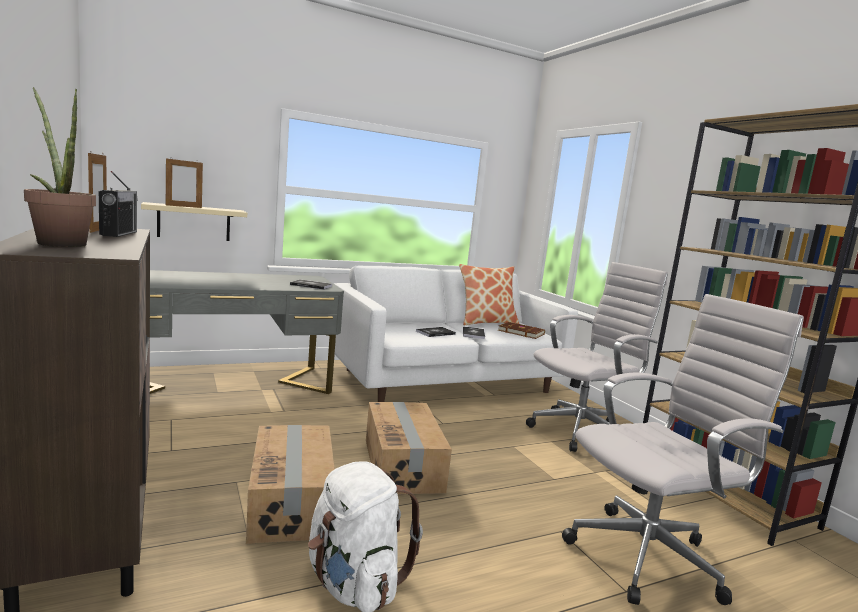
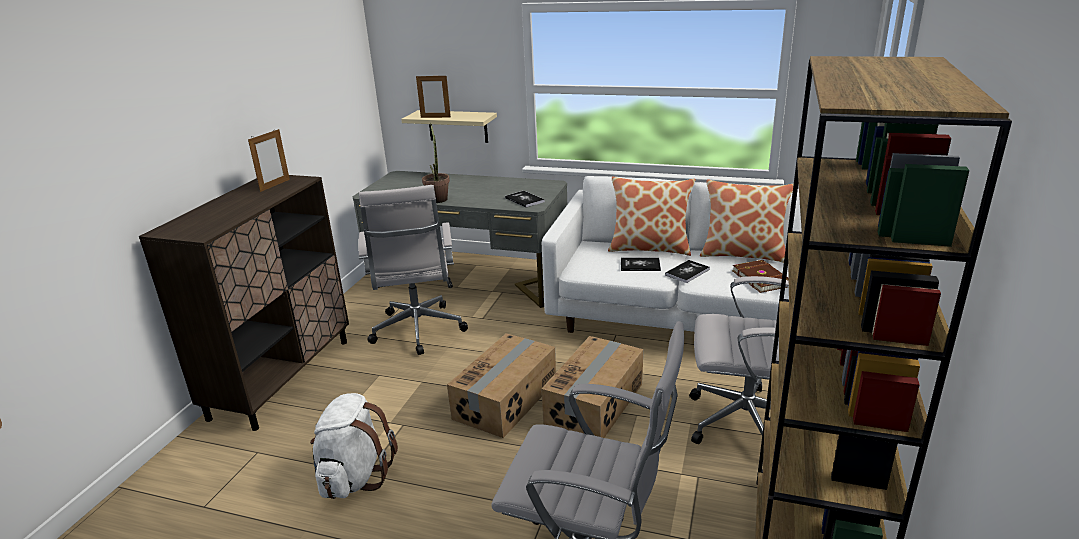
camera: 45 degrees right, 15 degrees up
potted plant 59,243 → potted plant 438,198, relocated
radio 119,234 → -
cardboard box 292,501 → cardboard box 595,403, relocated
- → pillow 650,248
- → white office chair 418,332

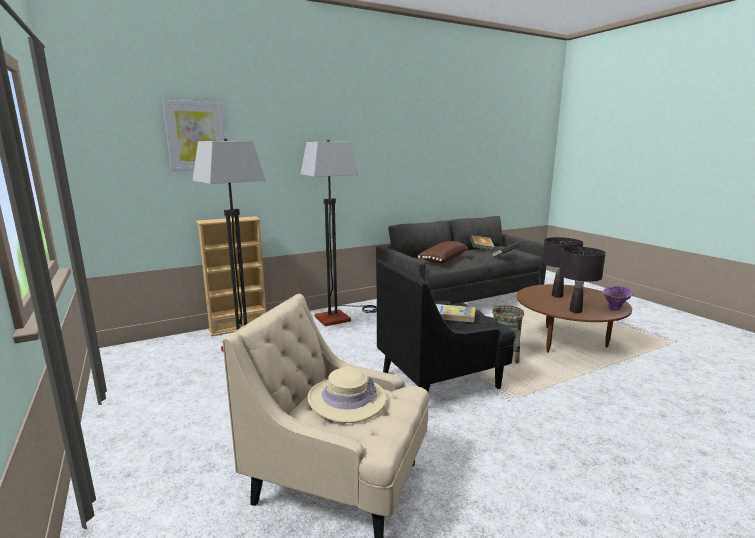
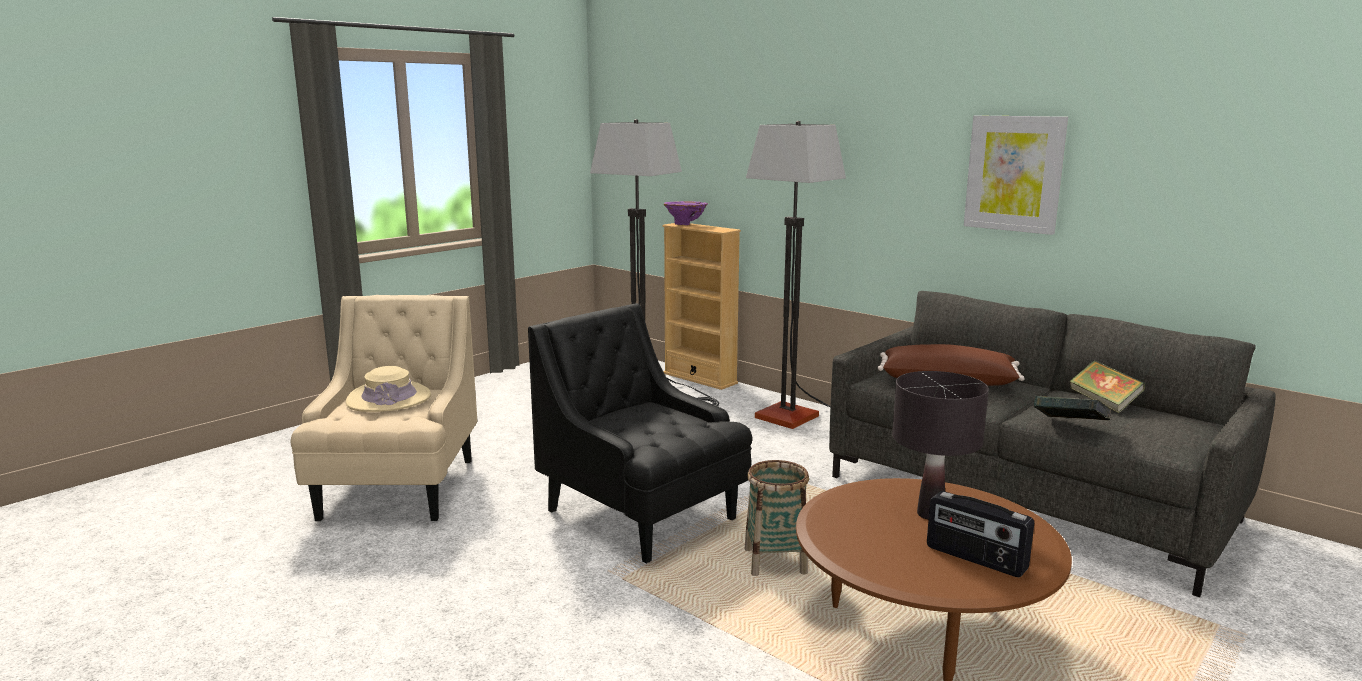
camera: 70 degrees right, 0 degrees up
picture 196,136 → picture 1014,173, relocated
black table lamp 575,311 → -
purple vase 616,308 → purple vase 685,224, relocated
book 453,315 → -
- → radio 975,559

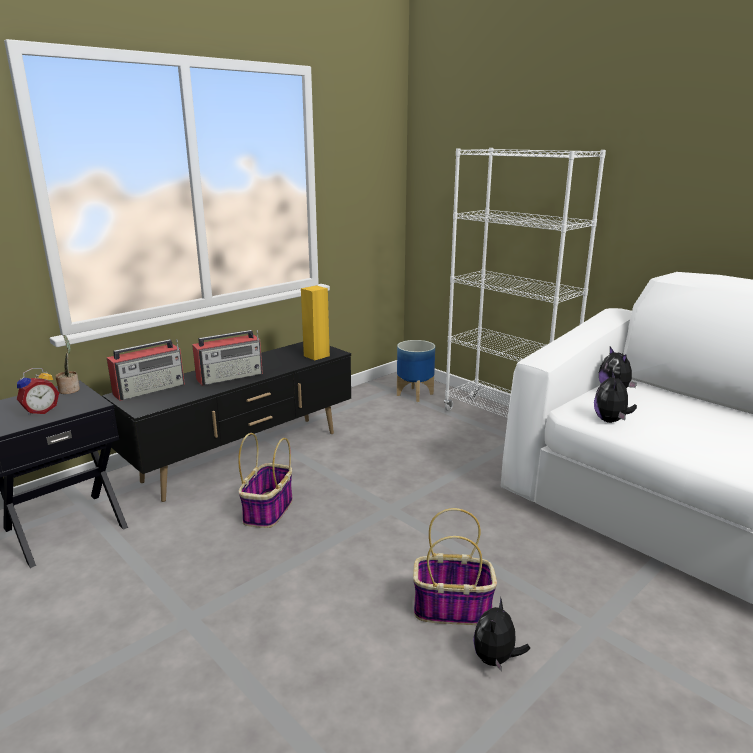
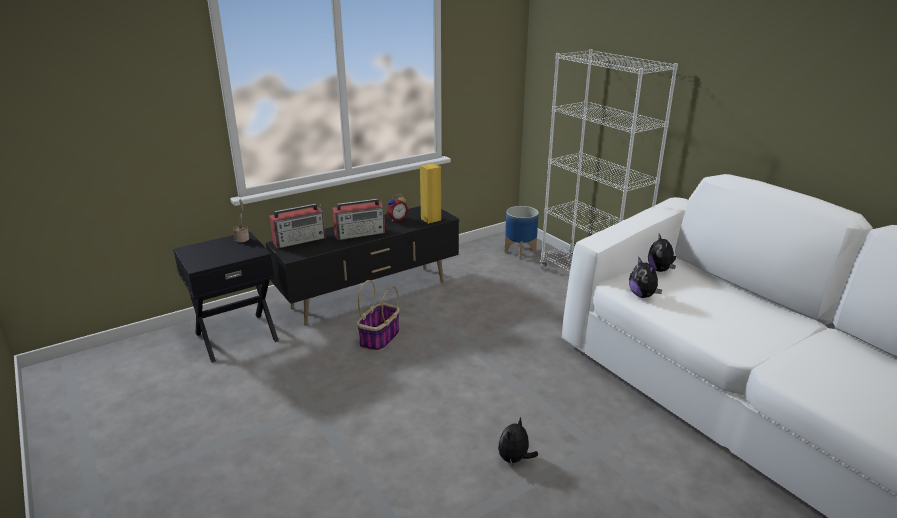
camera: 10 degrees right, 5 degrees up
alarm clock 40,411 → alarm clock 396,219, relocated
plush toy 611,421 → plush toy 642,295, 45 degrees counterclockwise
basket 453,608 → -

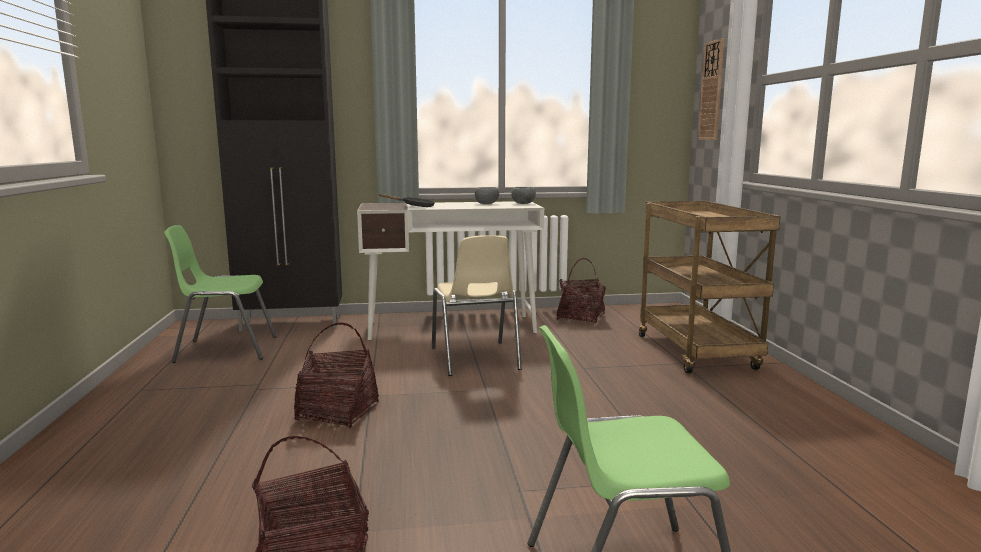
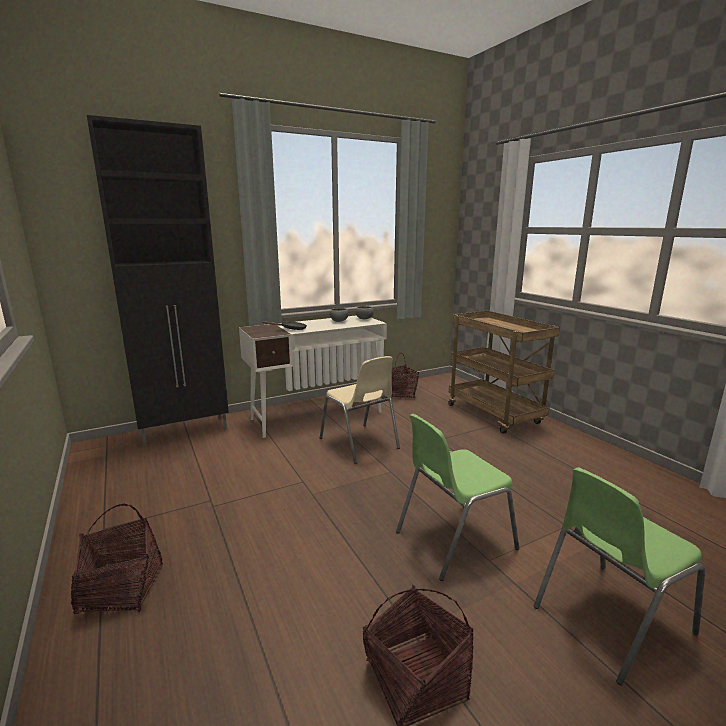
camera: 20 degrees left, 5 degrees up
wall clock 712,91 → -
green chair 225,349 → green chair 453,540, relocated
basket 337,412 → basket 121,589, relocated

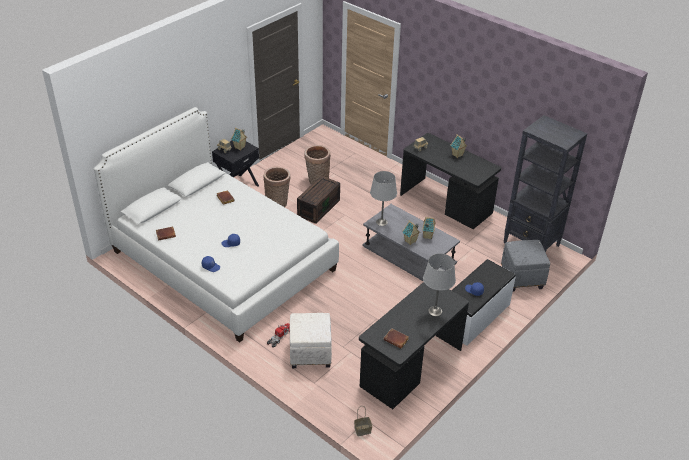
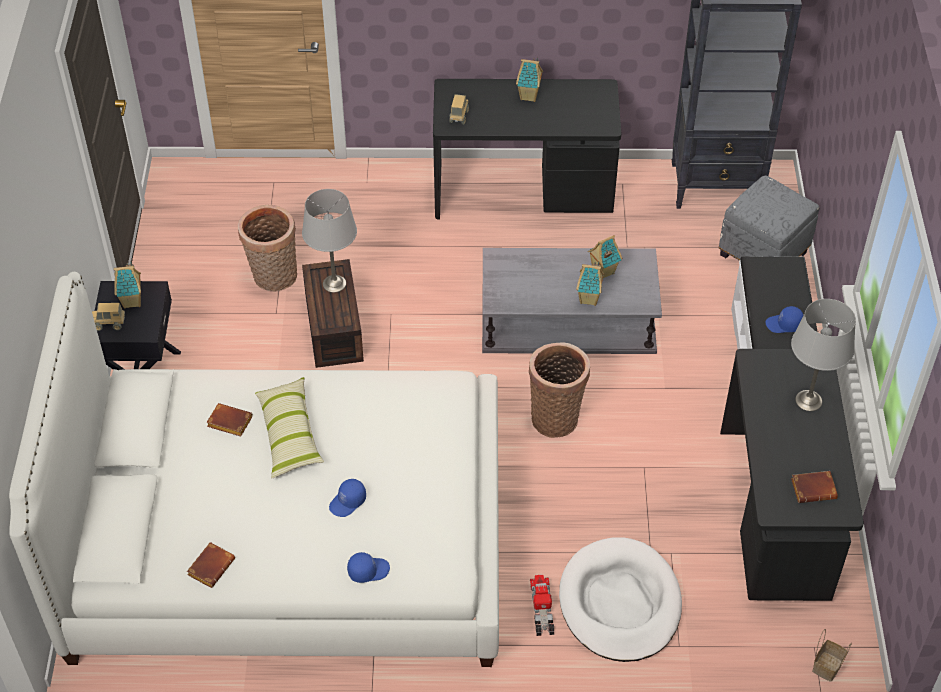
camera: 40 degrees left, 10 degrees up
basket 278,203 → basket 556,416, relocated
grey table lamp 382,222 → grey table lamp 335,284, relocated
white ottoman 310,354 → white dog bed 620,603
- → pillow 289,434

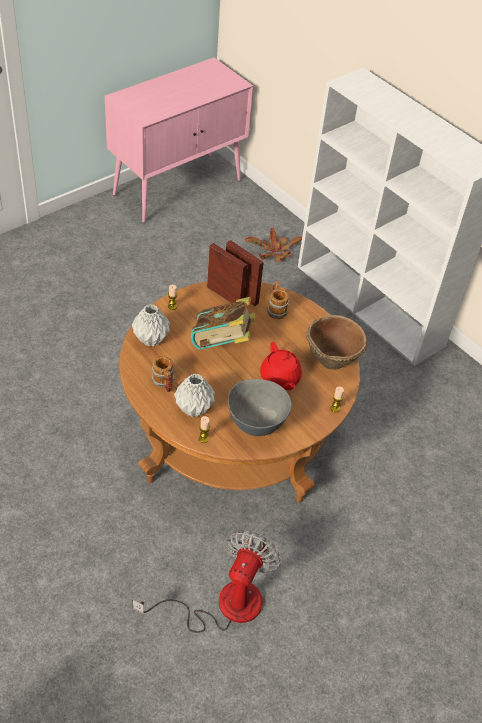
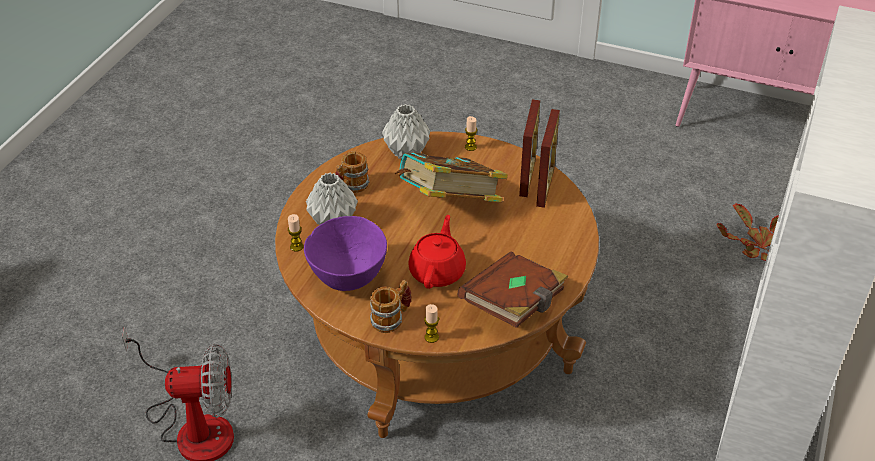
camera: 65 degrees right, 5 degrees down
mug 276,309 → mug 392,318, relocated
brown bowl 332,358 → brown book 514,304
red teapot 280,378 → red teapot 437,271, 150 degrees clockwise
grey bowl 256,425 → purple bowl 347,279

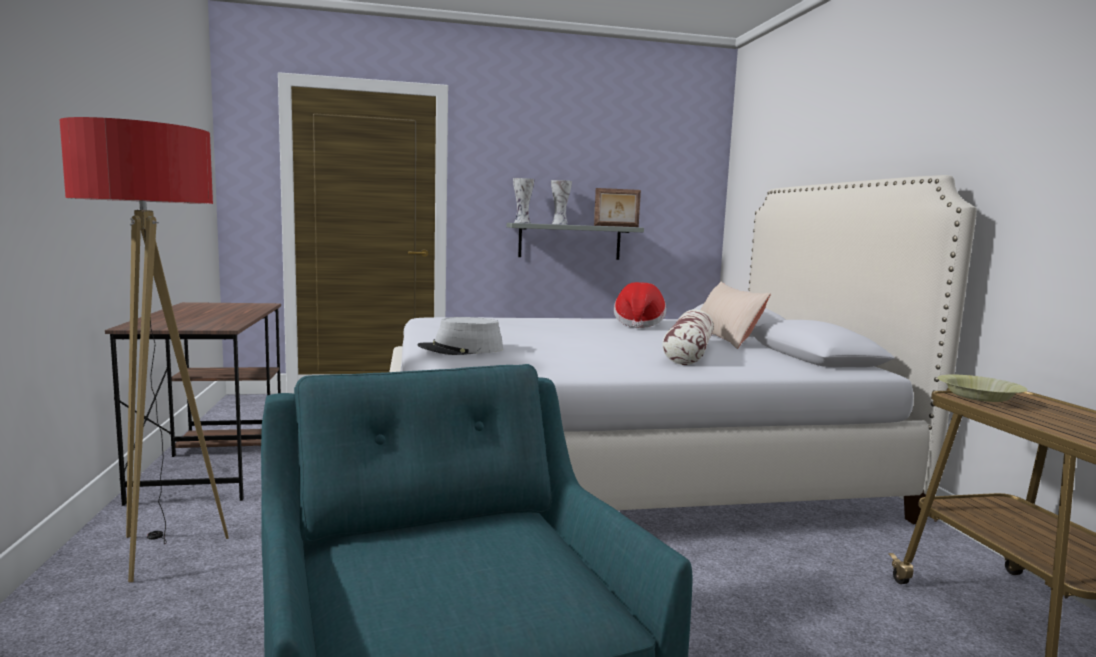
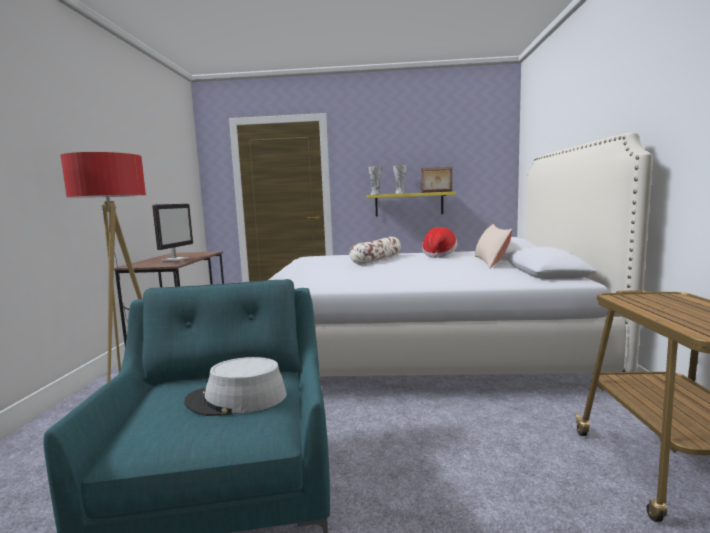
camera: 15 degrees right, 0 degrees up
grey shelf 569,241 → yellow shelf 409,204
pillow 688,352 → pillow 377,259, relocated
grey hat 461,349 → grey hat 237,399, relocated
yellow bowl 979,397 → -
- → monitor 175,260

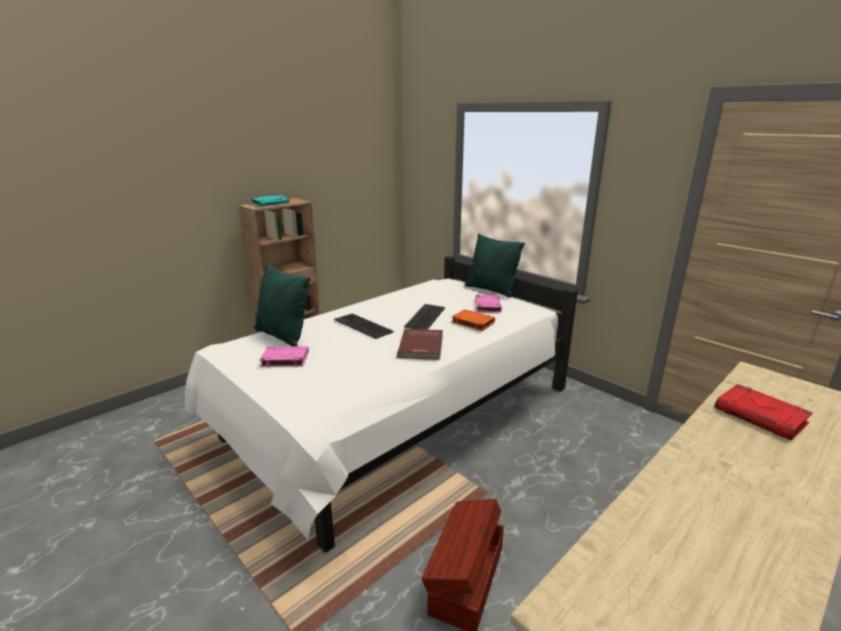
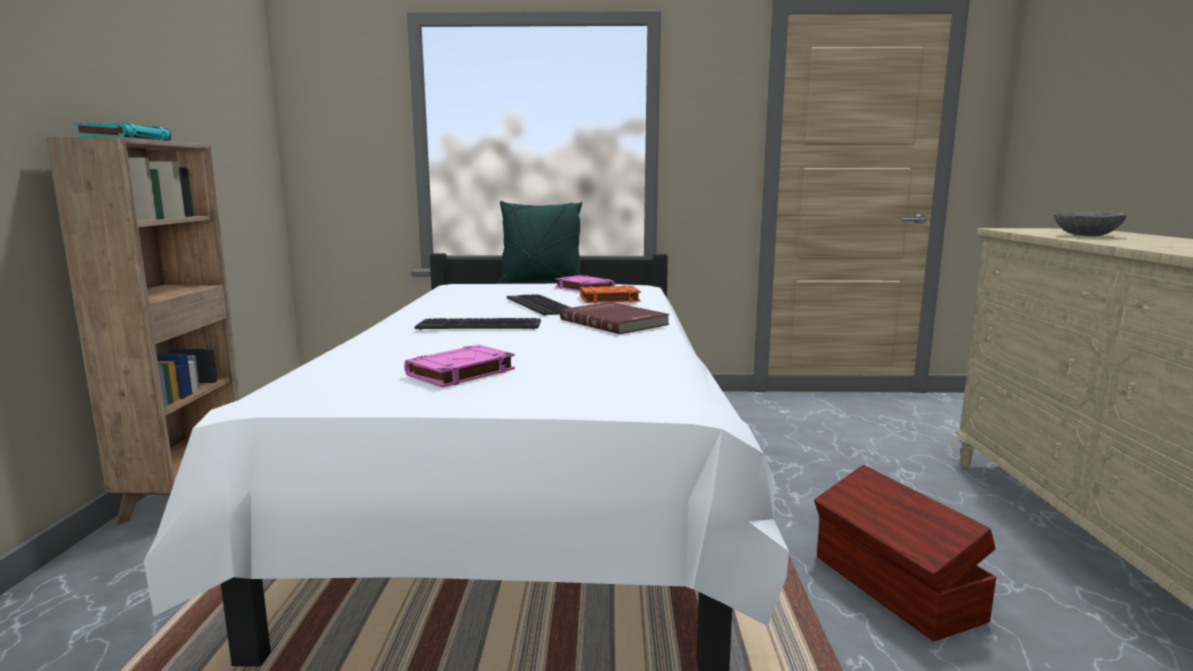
camera: 45 degrees left, 10 degrees down
green pillow 282,336 → -
red book 761,416 → grey bowl 1087,235

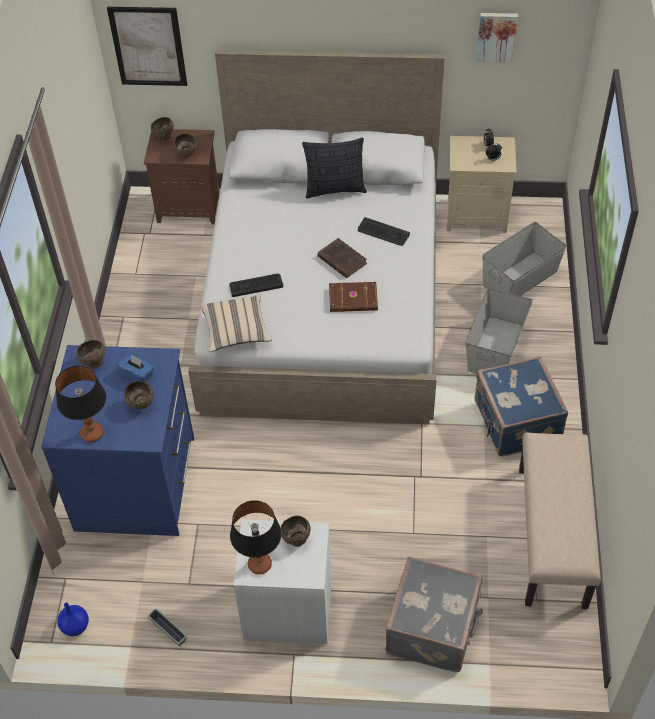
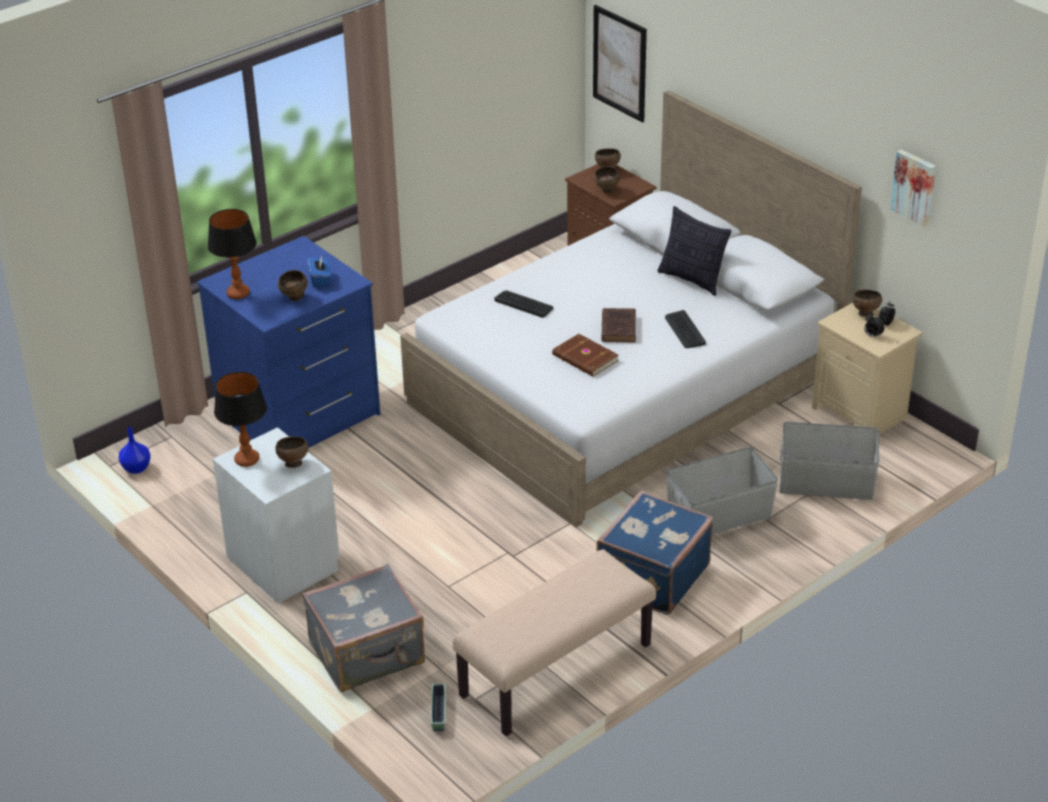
camera: 45 degrees right, 15 degrees down
beige pillow 236,331 → -
brown bowl 93,363 → brown bowl 865,314, relocated
planter 168,630 → planter 438,713, relocated

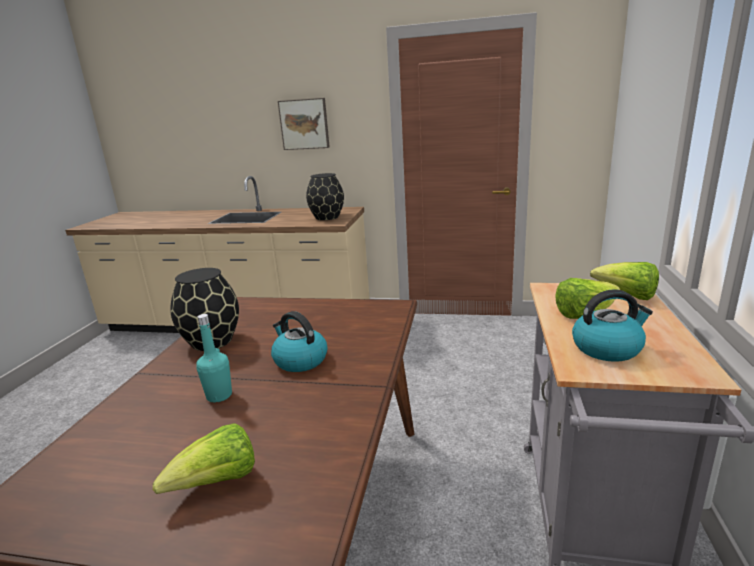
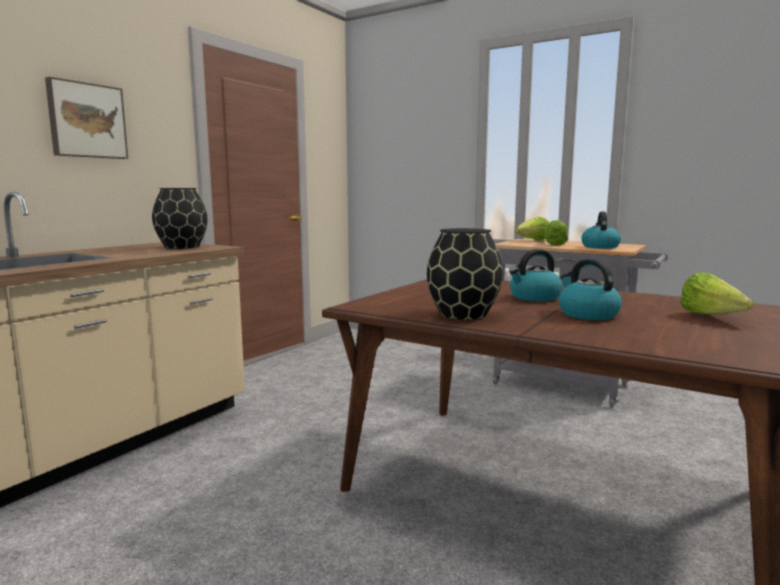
camera: 70 degrees left, 10 degrees down
turquoise bottle 219,395 → kettle 587,314

